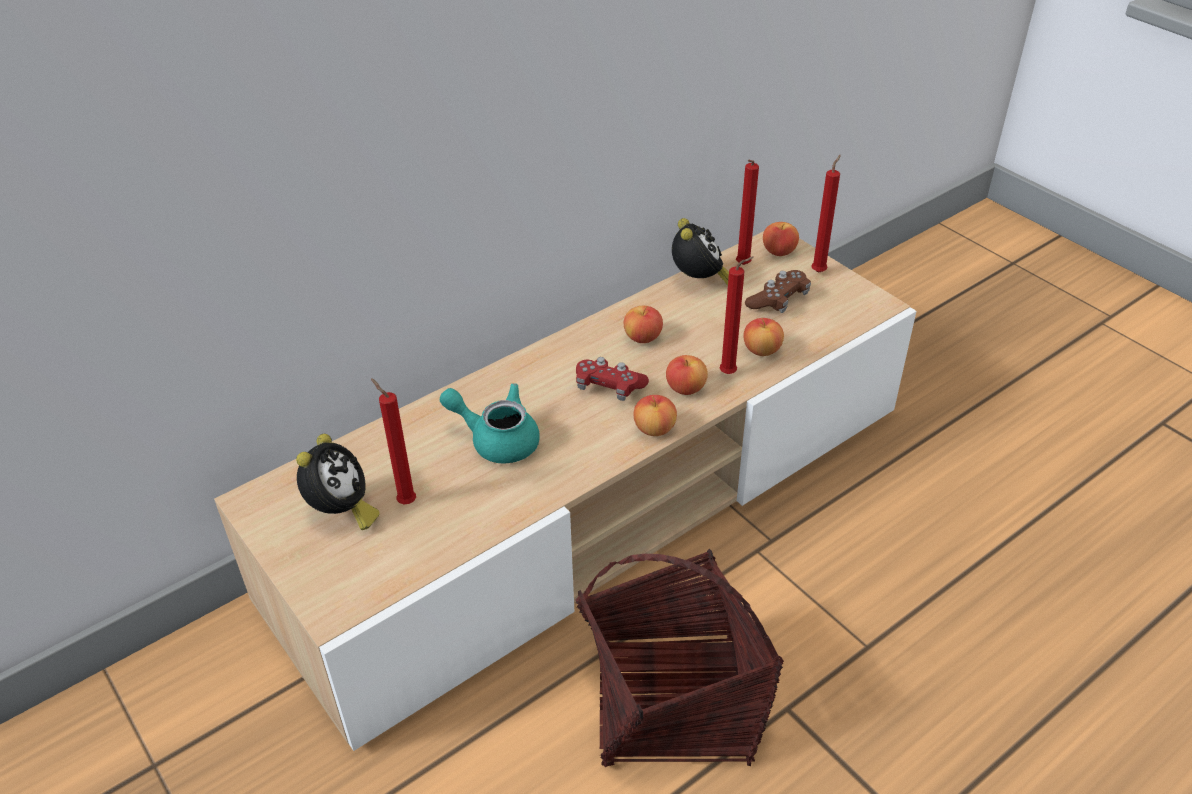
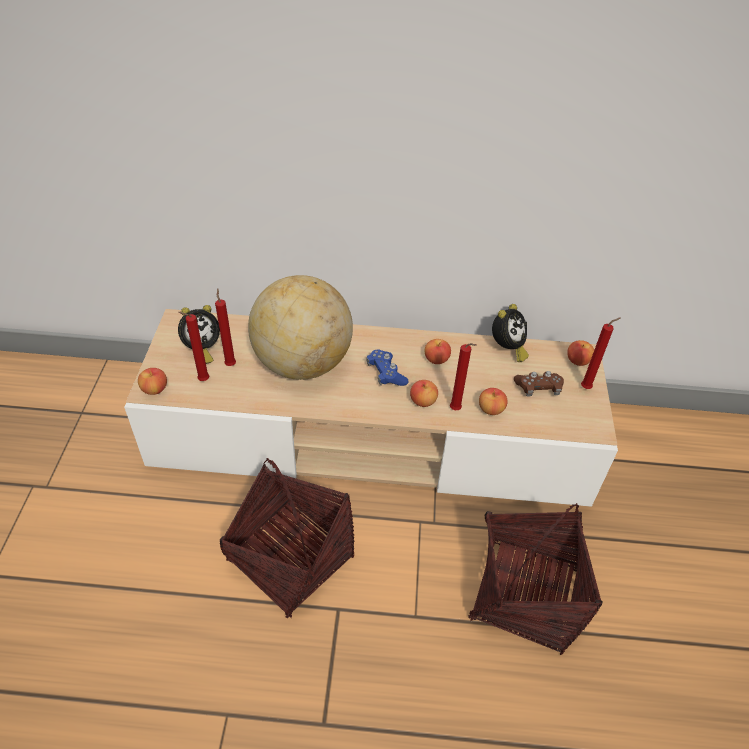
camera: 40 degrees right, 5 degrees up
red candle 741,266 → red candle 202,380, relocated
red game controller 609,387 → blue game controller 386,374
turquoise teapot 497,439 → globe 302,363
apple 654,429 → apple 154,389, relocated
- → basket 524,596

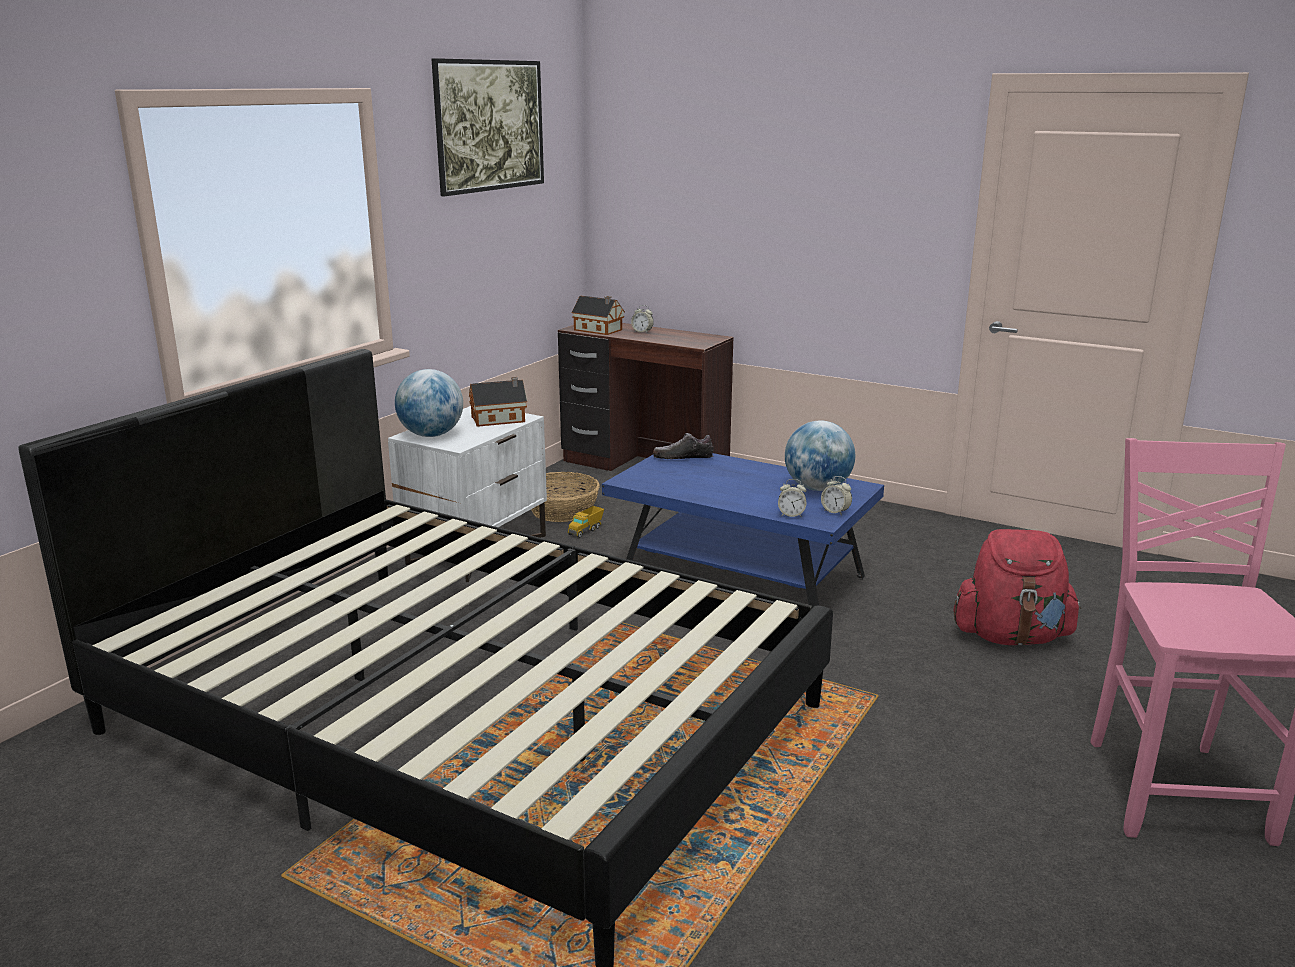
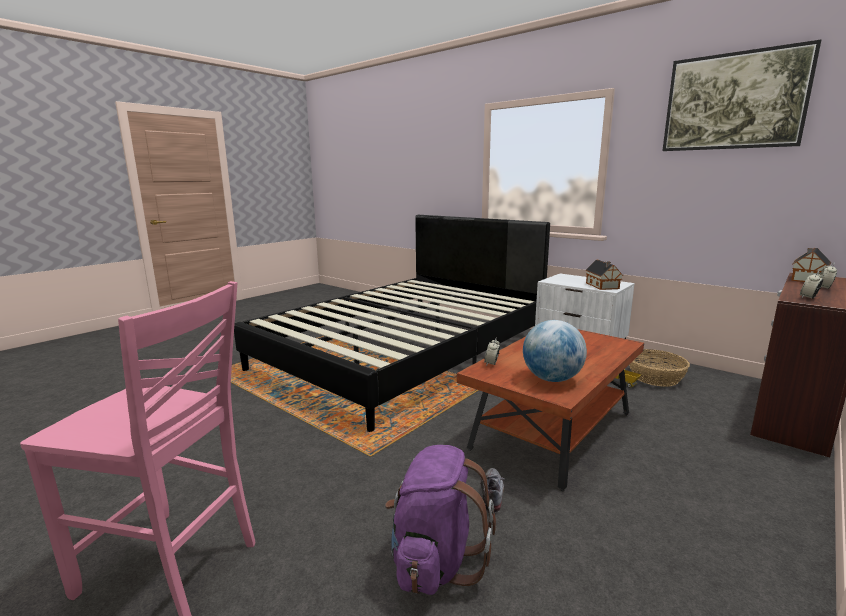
camera: 100 degrees right, 5 degrees down
globe 431,435 → -
shoe 683,457 → shoe 492,493, relocated
blue coffee table 741,579 → brown coffee table 552,430
alarm clock 835,512 → alarm clock 808,298, relocated
red backpack 1011,637 → purple backpack 435,560

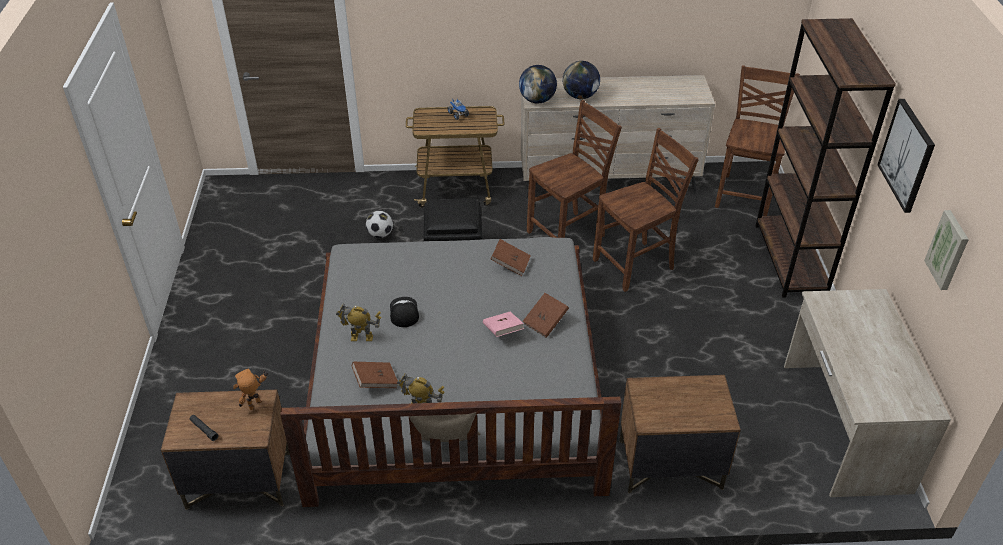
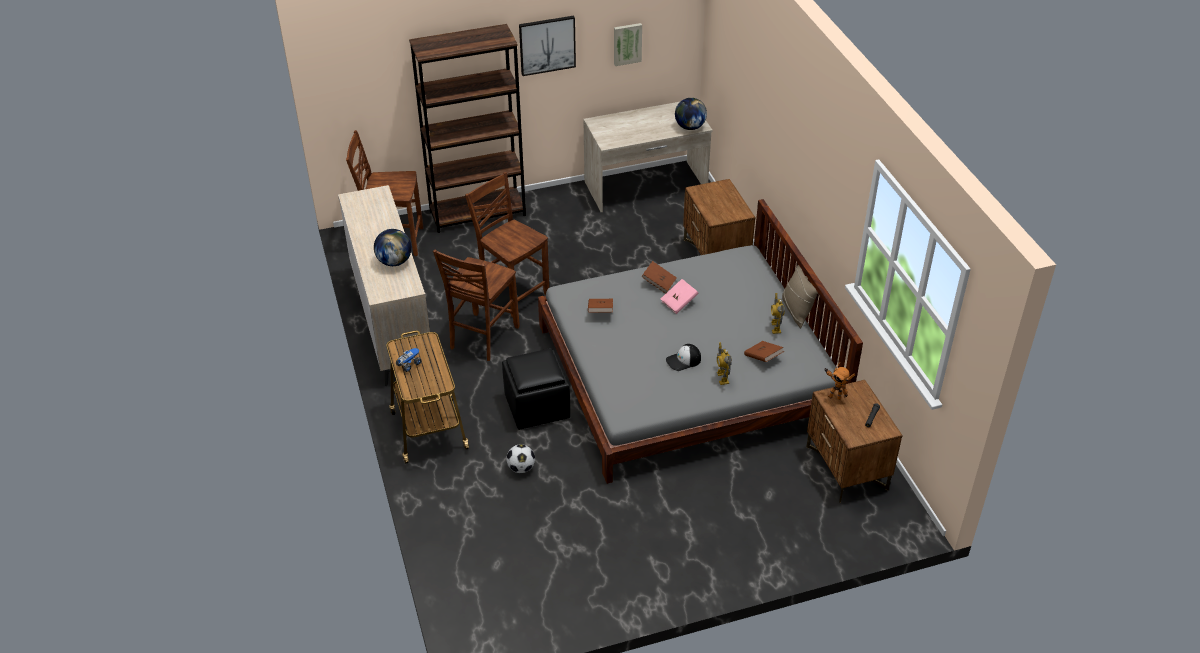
camera: 105 degrees left, 0 degrees up
globe 537,100 → globe 690,127, relocated
brown chair 568,234 → brown chair 482,338, 105 degrees counterclockwise

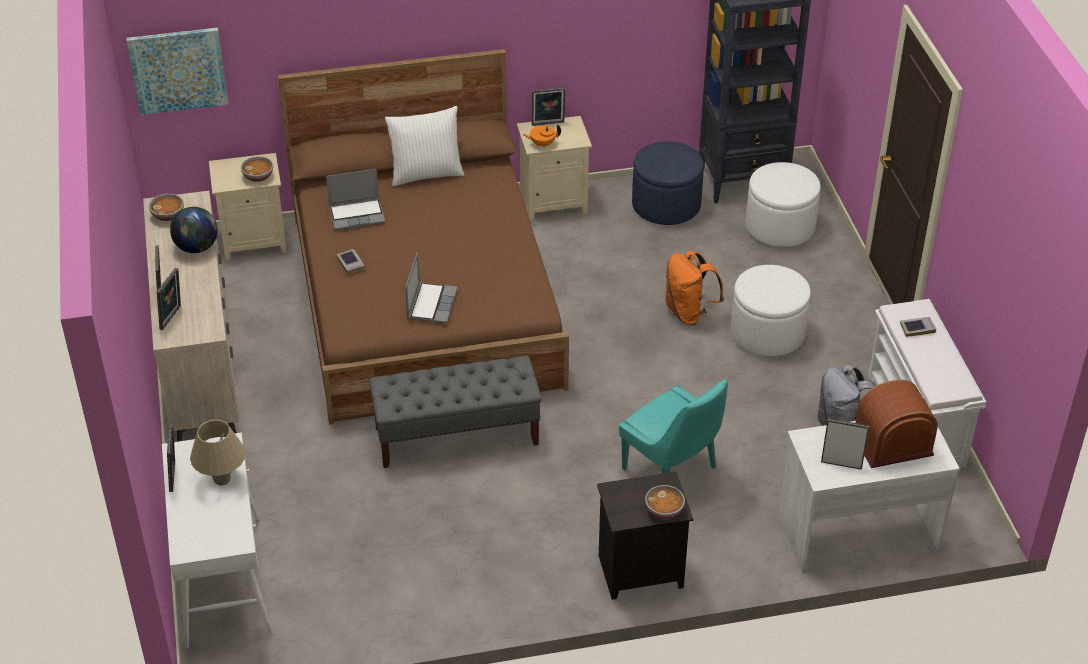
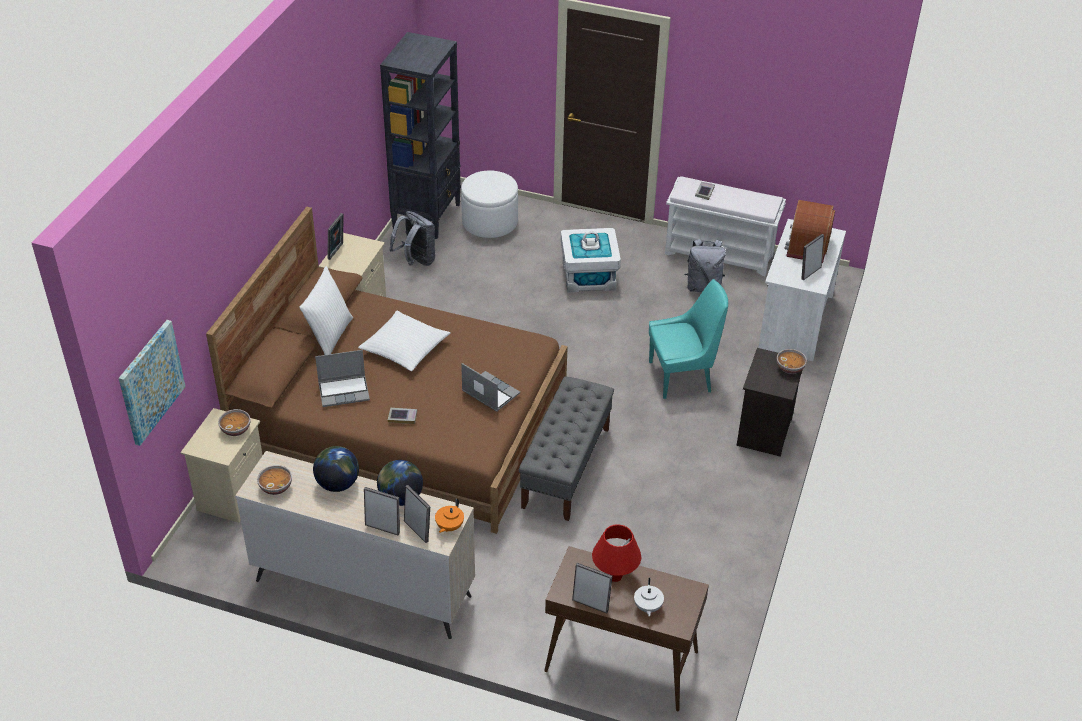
camera: 60 degrees left, 0 degrees up
orange teapot 542,144 → orange teapot 449,527, relocated
blue ottoman 666,205 → grey backpack 416,261
laptop 357,215 → laptop 344,391, 60 degrees clockwise
orange backpack 689,313 → -
white ottoman 767,333 → white storage box 588,276
beige table lamp 222,479 → red table lamp 615,576
white console table 223,580 → brown console table 620,662
- → white pillow 404,348
- → globe 400,498
- → white teapot 647,607

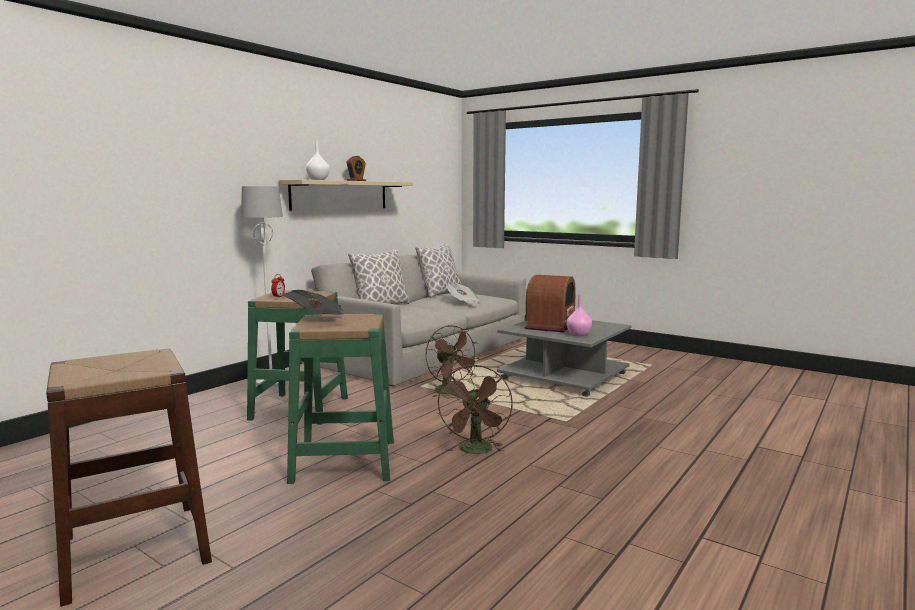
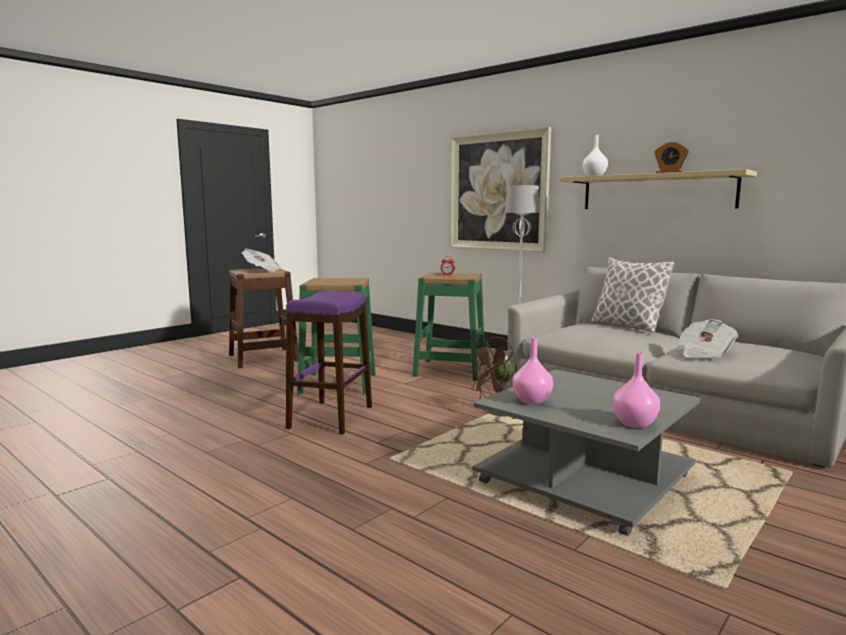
camera: 95 degrees right, 0 degrees up
pillow 440,293 → -
radio 551,325 → -
newspaper 317,319 → newspaper 262,270, relocated
brown fan 476,451 → purple stool 331,417
- → picture 498,192
- → pink vase 635,424

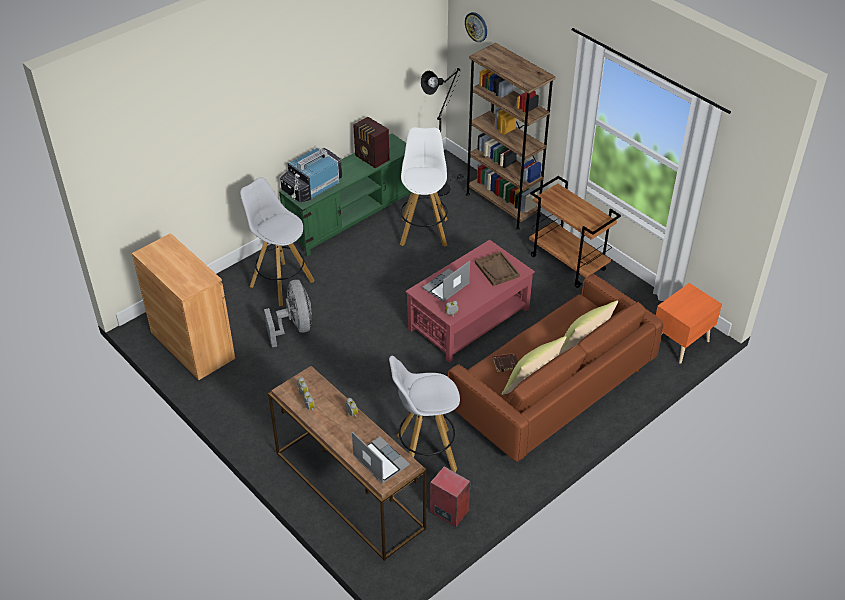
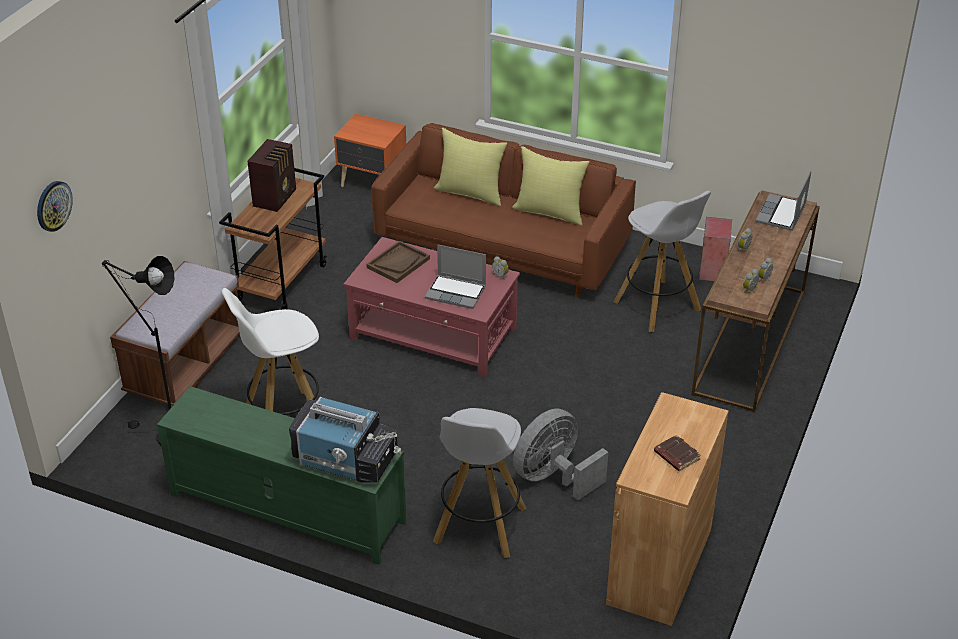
camera: 115 degrees left, 5 degrees down
brown bookcase 502,204 → brown bench 185,365
radio 372,158 → radio 276,198, relocated
brown book 506,363 → brown book 676,456, relocated

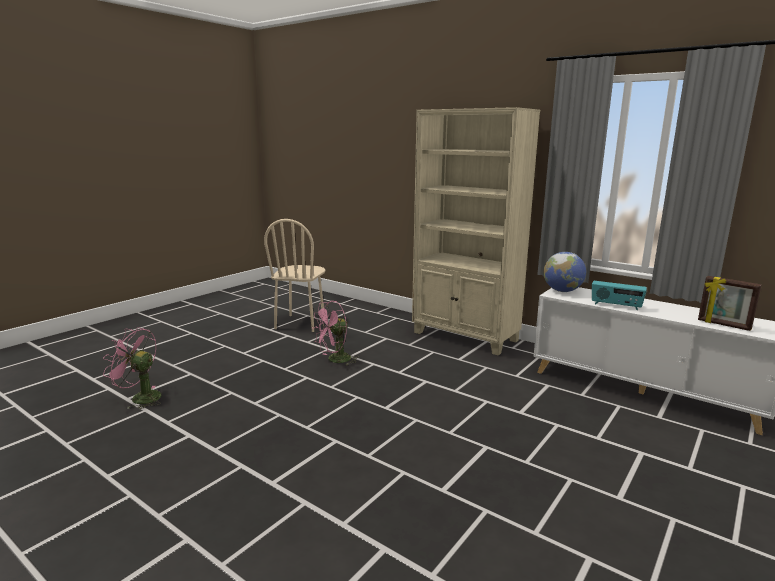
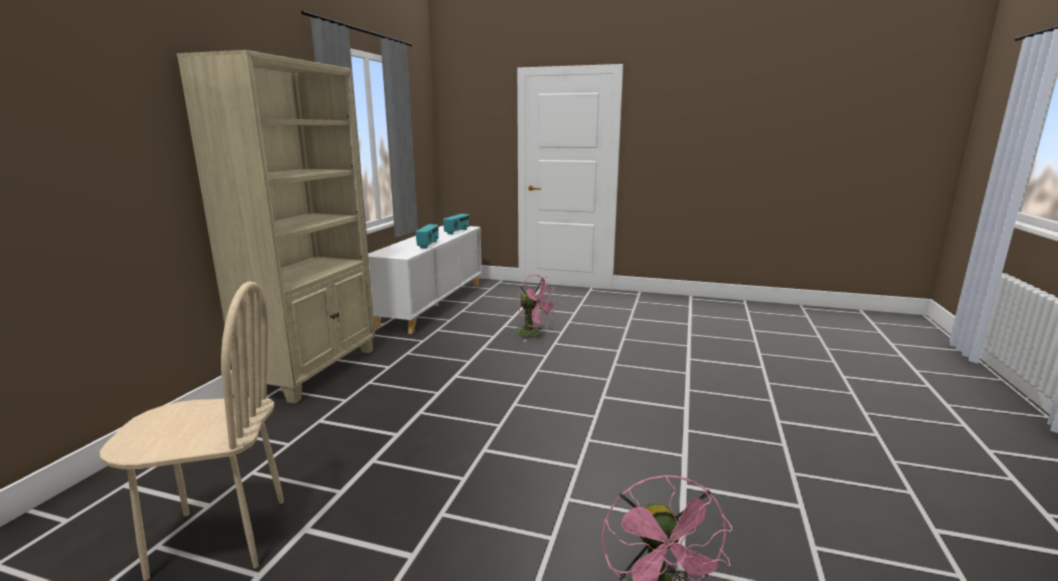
camera: 110 degrees left, 0 degrees up
globe 562,291 → -
picture frame 723,325 → radio 457,232
pink fan 335,360 → pink fan 534,334, relocated

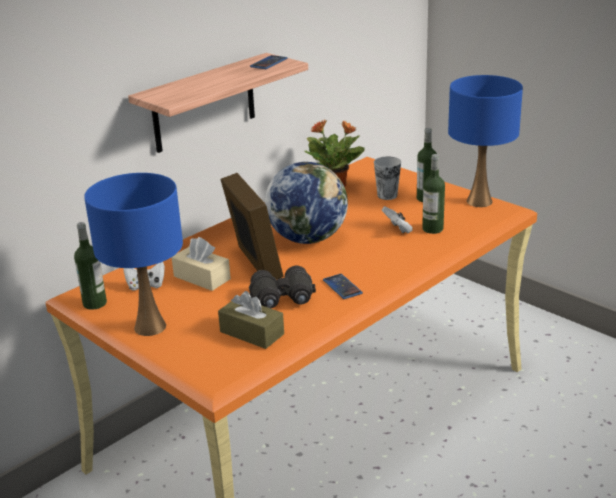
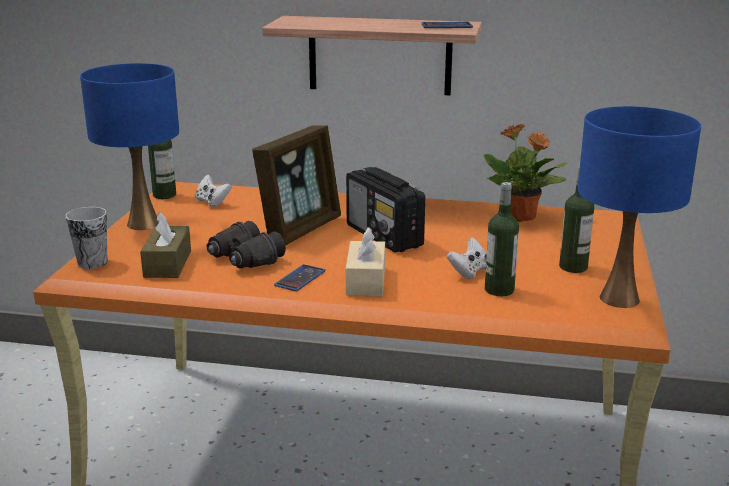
camera: 55 degrees right, 5 degrees down
cup 387,195 → cup 92,263, relocated
globe 308,238 → radio 384,236
beige tissue box 202,278 → beige tissue box 366,281, relocated

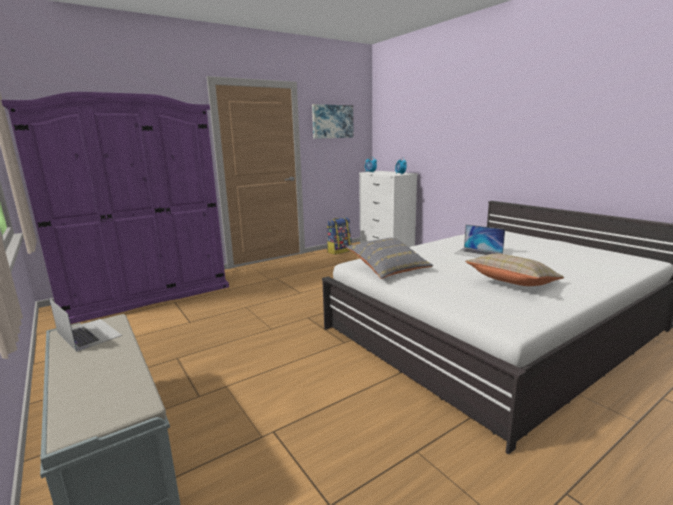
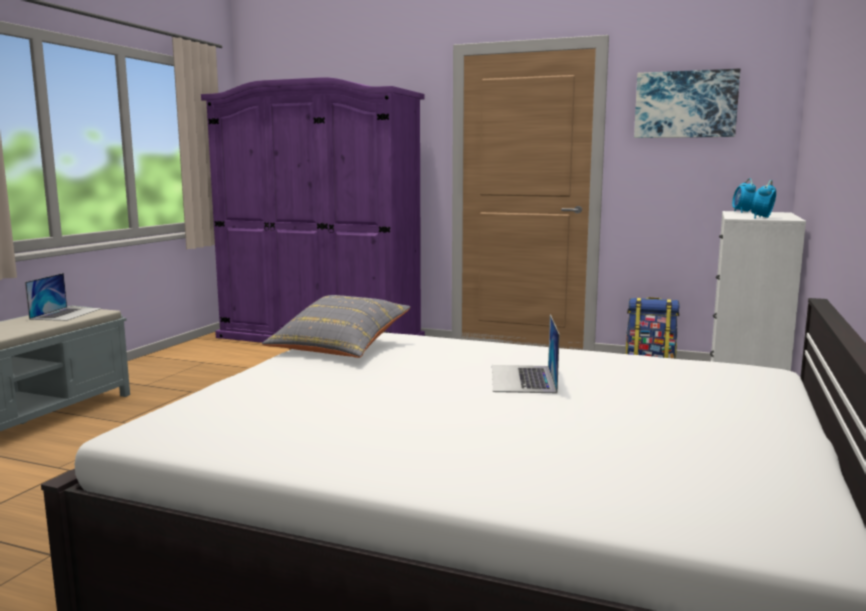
camera: 55 degrees right, 5 degrees down
beige pillow 512,284 → -

